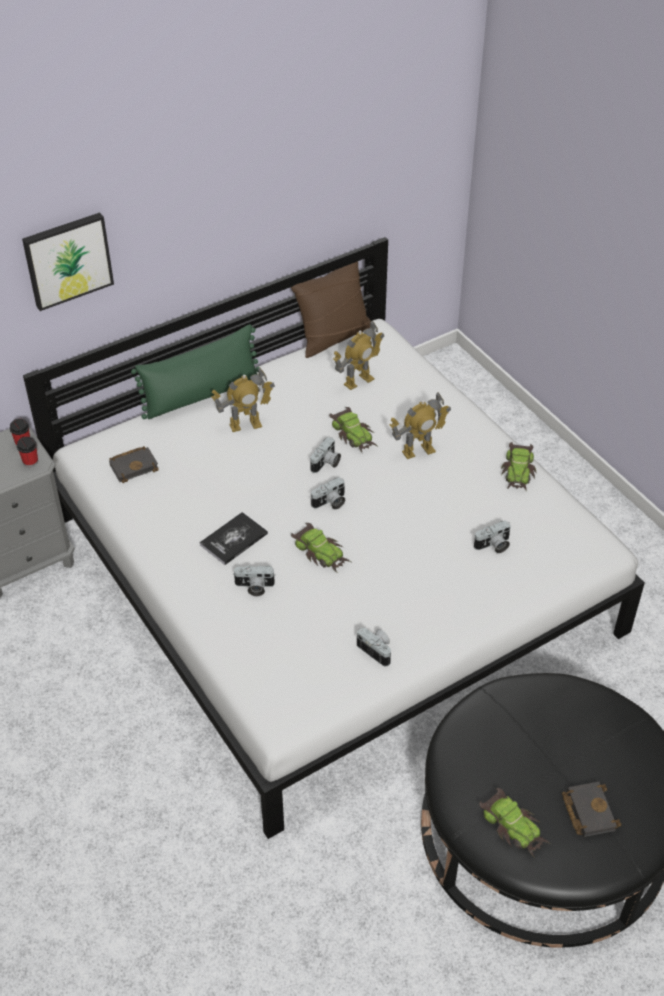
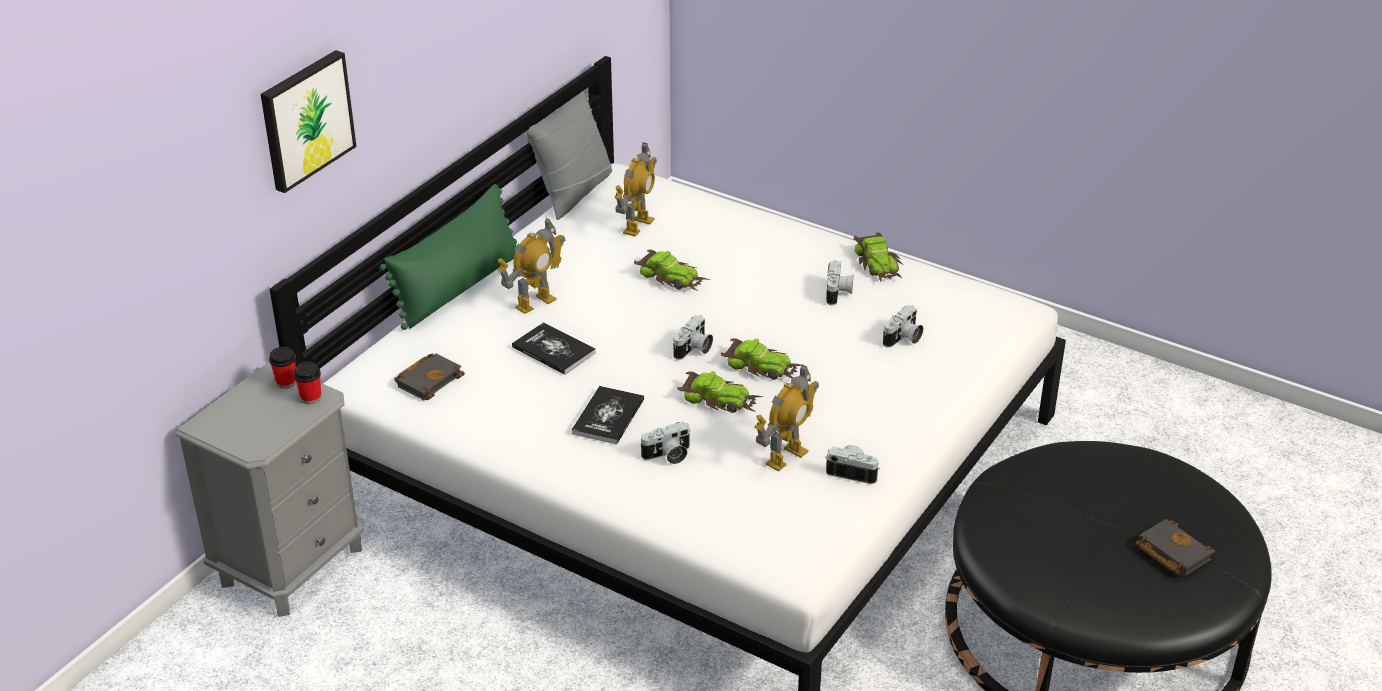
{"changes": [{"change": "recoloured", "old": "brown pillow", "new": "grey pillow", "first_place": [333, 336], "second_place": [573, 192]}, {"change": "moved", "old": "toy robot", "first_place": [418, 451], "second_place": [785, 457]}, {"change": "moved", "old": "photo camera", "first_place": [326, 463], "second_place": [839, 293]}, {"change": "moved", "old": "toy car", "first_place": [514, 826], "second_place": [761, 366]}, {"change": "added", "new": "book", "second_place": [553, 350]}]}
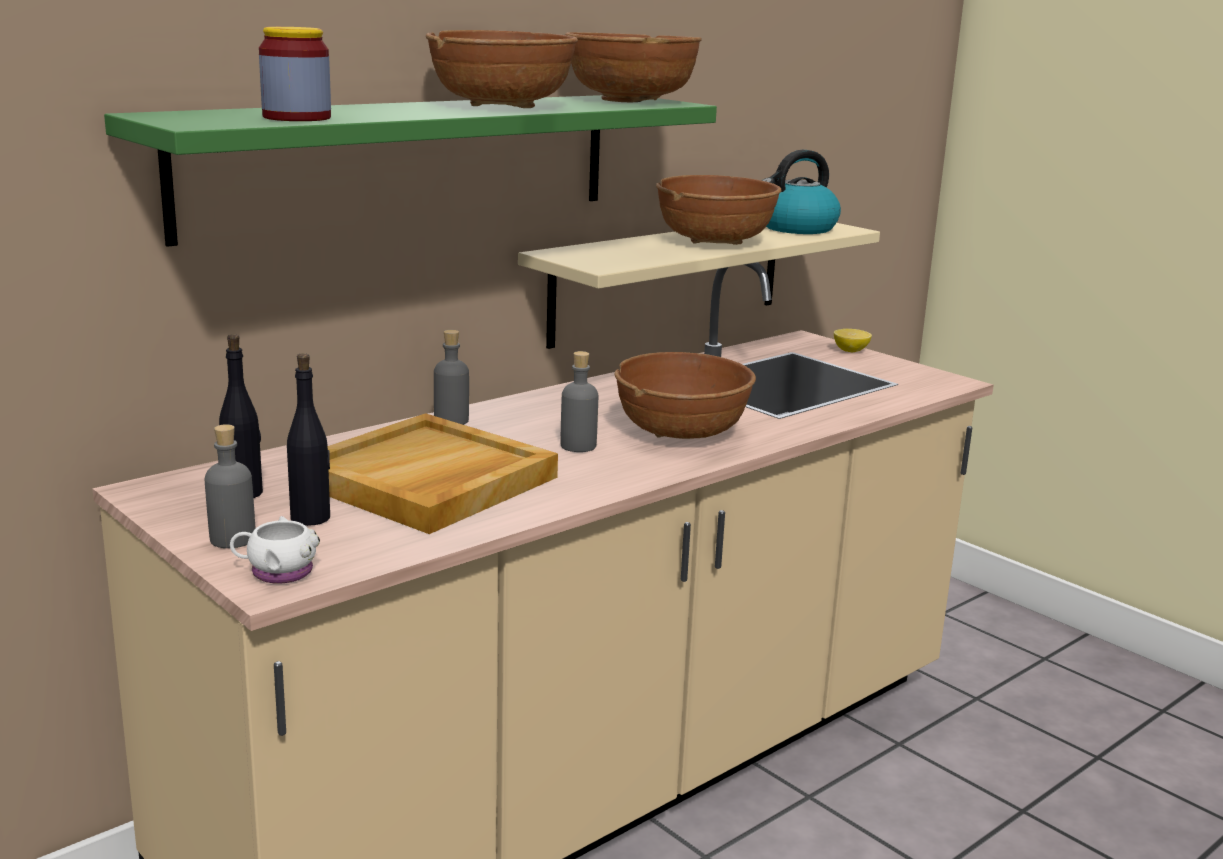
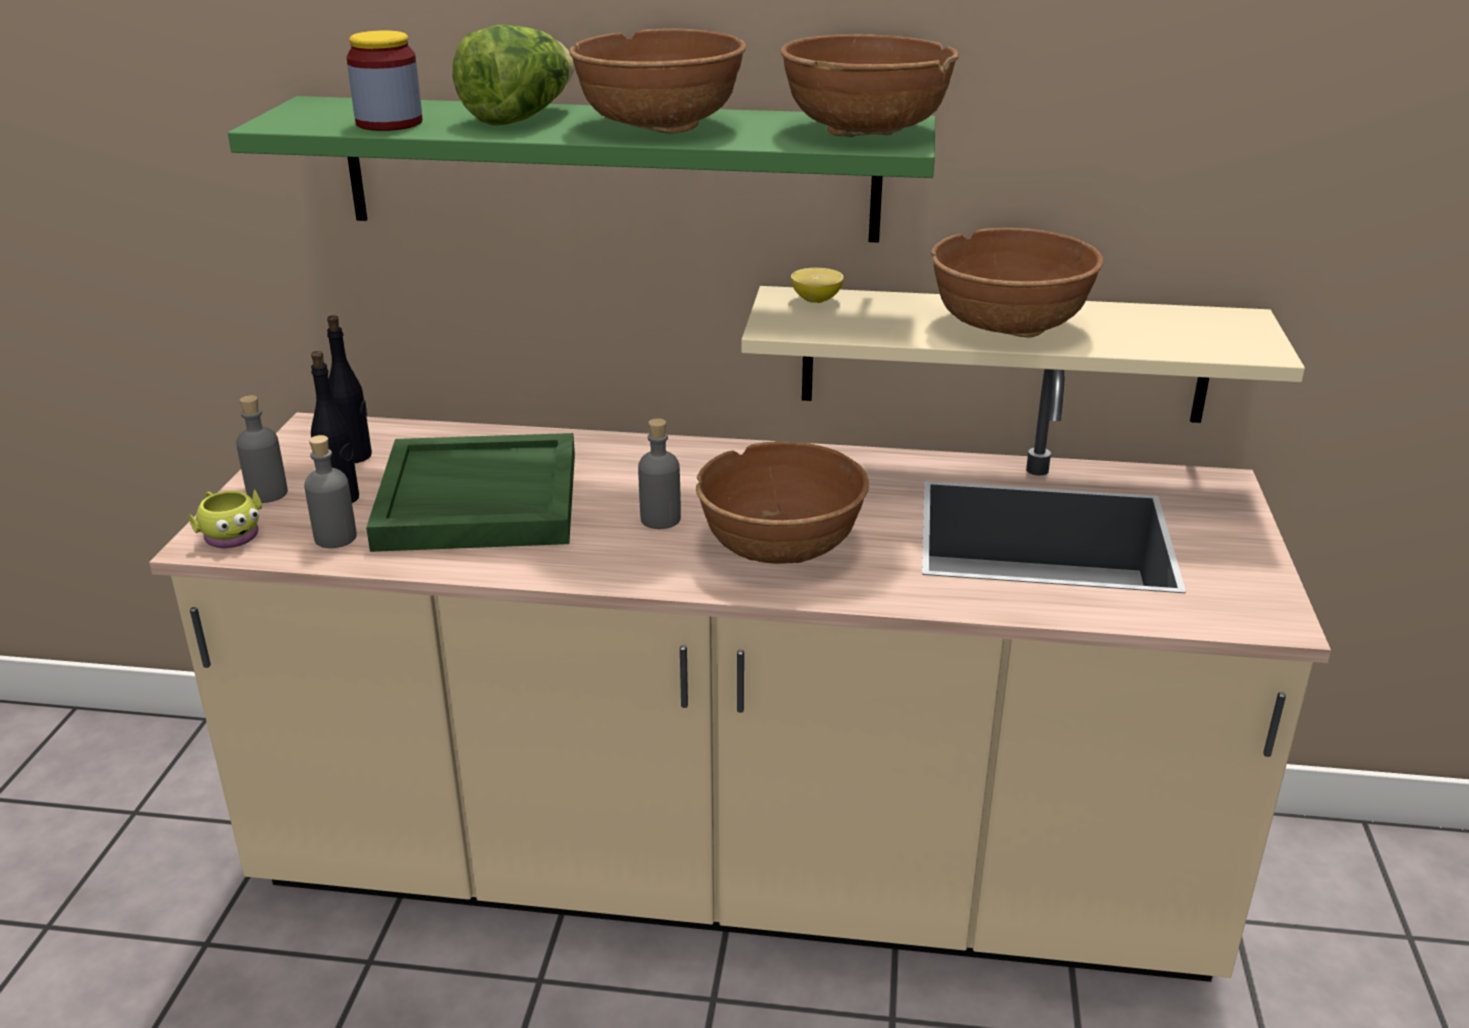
{"changes": [{"change": "removed", "old": "kettle", "first_place": [796, 228]}, {"change": "moved", "old": "lemon", "first_place": [850, 350], "second_place": [816, 300]}, {"change": "moved", "old": "grey bottle", "first_place": [451, 420], "second_place": [335, 538]}, {"change": "recoloured", "old": "beige tray", "new": "green tray", "first_place": [427, 481], "second_place": [476, 501]}, {"change": "recoloured", "old": "white mug", "new": "yellow mug", "first_place": [276, 572], "second_place": [229, 534]}, {"change": "added", "new": "lettuce", "second_place": [519, 118]}]}
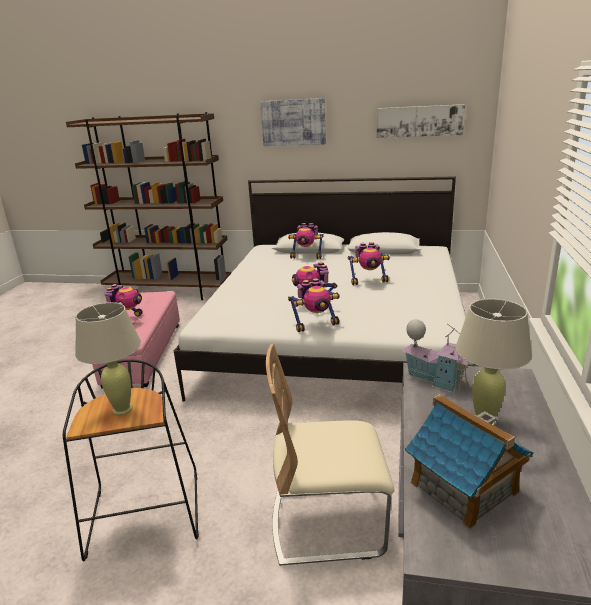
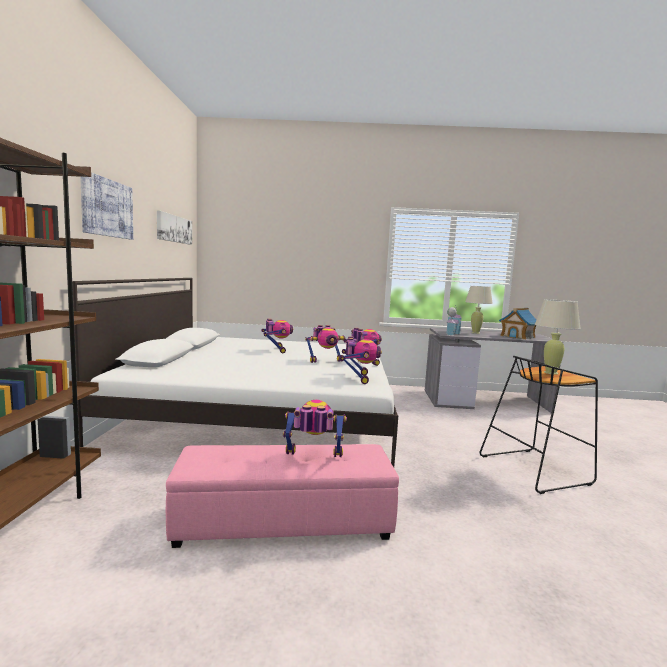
{"changes": [{"change": "moved", "old": "toy robot", "first_place": [307, 257], "second_place": [358, 378]}, {"change": "removed", "old": "beige chair", "first_place": [328, 523]}]}
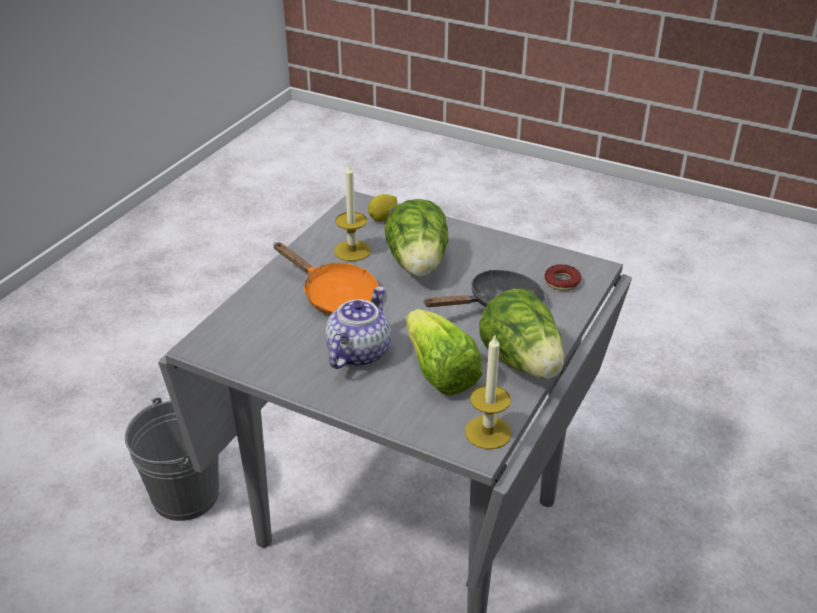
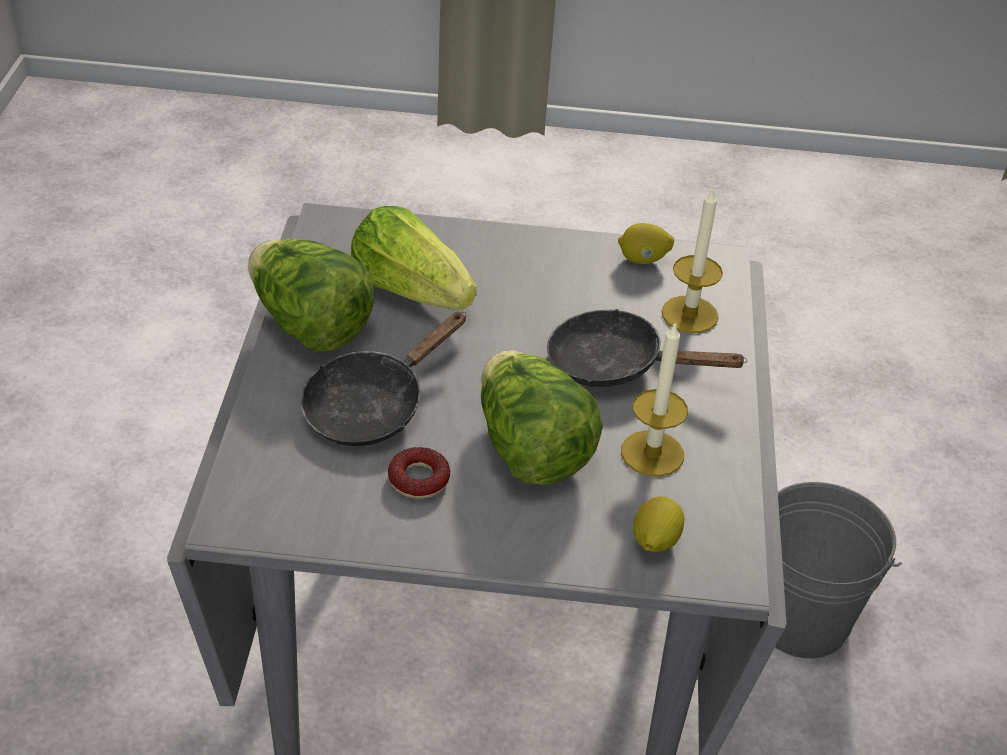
{"changes": [{"change": "recoloured", "old": "orange frying pan", "new": "black frying pan", "first_place": [334, 296], "second_place": [615, 365]}, {"change": "moved", "old": "donut", "first_place": [562, 282], "second_place": [419, 479]}, {"change": "removed", "old": "teapot", "first_place": [358, 352]}, {"change": "moved", "old": "candle", "first_place": [488, 432], "second_place": [689, 314]}, {"change": "added", "new": "lemon", "second_place": [643, 260]}]}
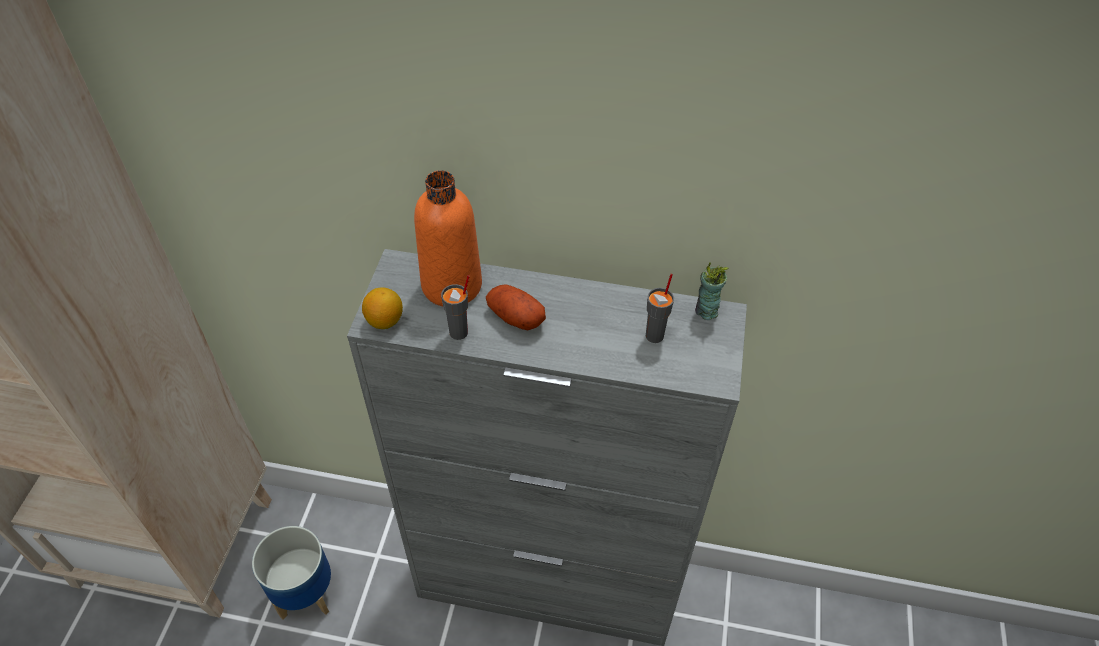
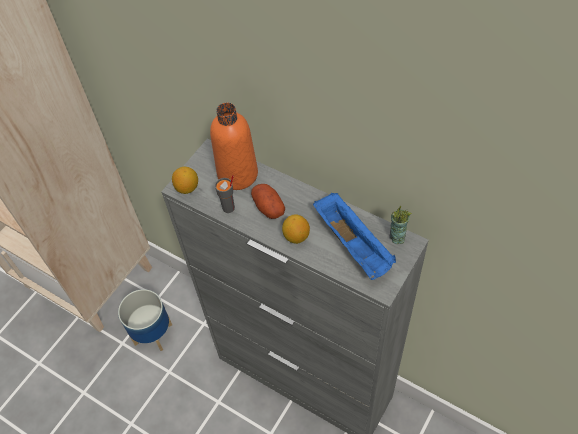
{"changes": [{"change": "replaced", "old": "grey cup", "new": "blue tray", "first_place": [655, 335], "second_place": [354, 245]}, {"change": "added", "new": "lemon", "second_place": [296, 236]}]}
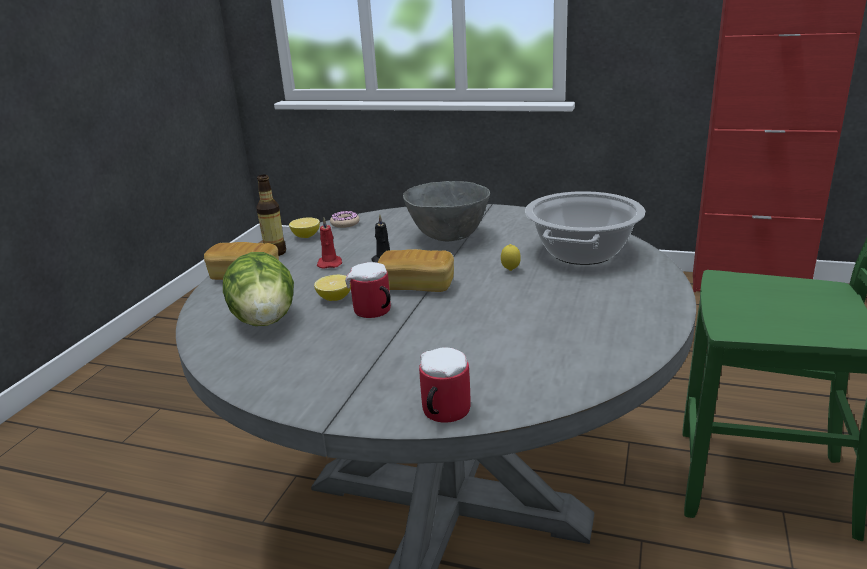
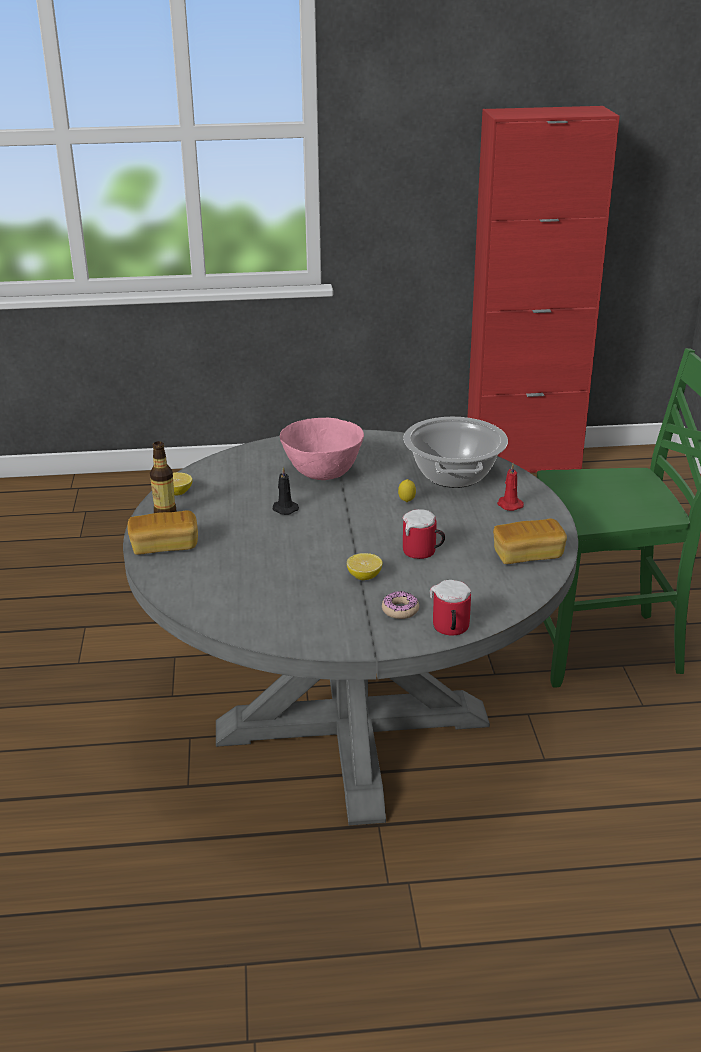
{"changes": [{"change": "recoloured", "old": "grey bowl", "new": "pink bowl", "first_place": [449, 237], "second_place": [323, 474]}, {"change": "moved", "old": "donut", "first_place": [345, 223], "second_place": [400, 610]}, {"change": "moved", "old": "red candle", "first_place": [330, 263], "second_place": [509, 505]}, {"change": "moved", "old": "bread", "first_place": [417, 286], "second_place": [527, 555]}, {"change": "removed", "old": "lettuce", "first_place": [265, 320]}, {"change": "moved", "old": "mug", "first_place": [374, 313], "second_place": [423, 553]}, {"change": "moved", "old": "lemon", "first_place": [335, 298], "second_place": [364, 577]}]}
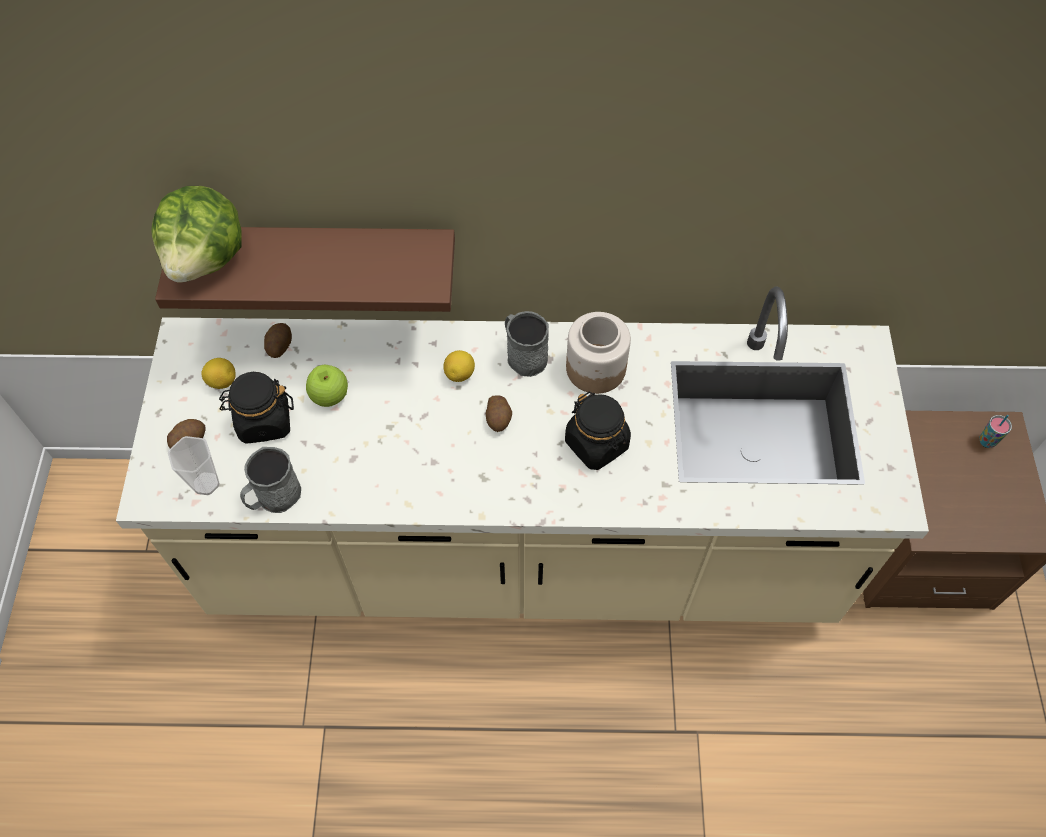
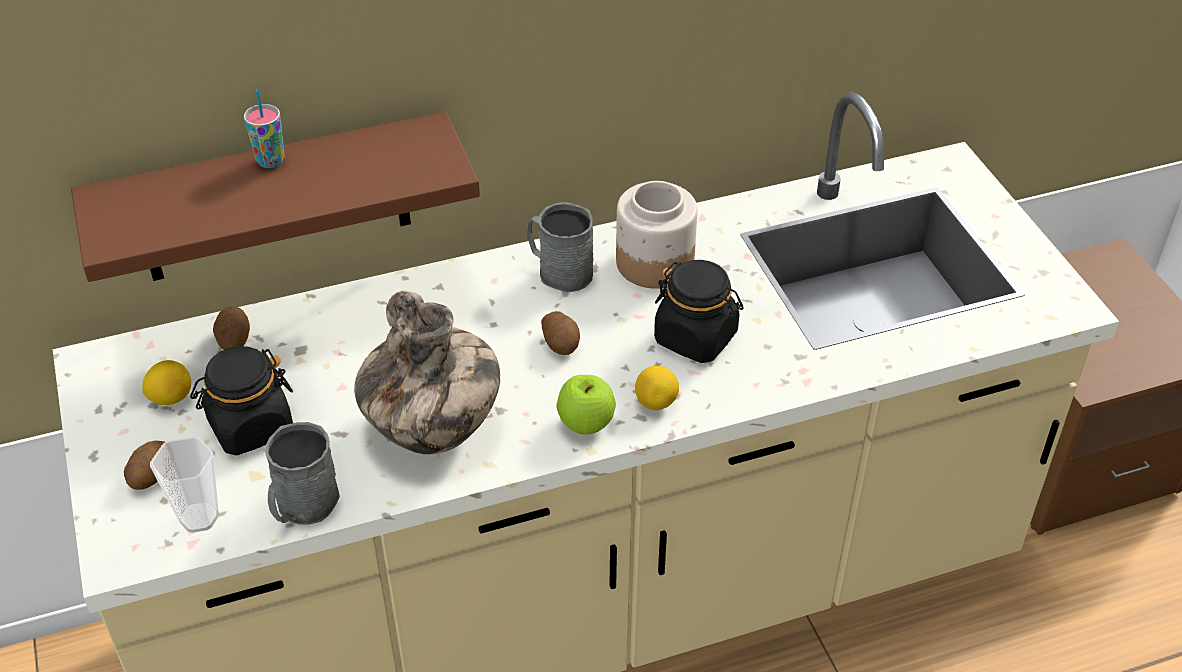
{"changes": [{"change": "removed", "old": "lettuce", "first_place": [207, 259]}, {"change": "moved", "old": "lemon", "first_place": [460, 374], "second_place": [656, 402]}, {"change": "moved", "old": "apple", "first_place": [330, 396], "second_place": [586, 423]}, {"change": "moved", "old": "cup", "first_place": [987, 441], "second_place": [270, 161]}, {"change": "added", "new": "vase", "second_place": [433, 430]}]}
